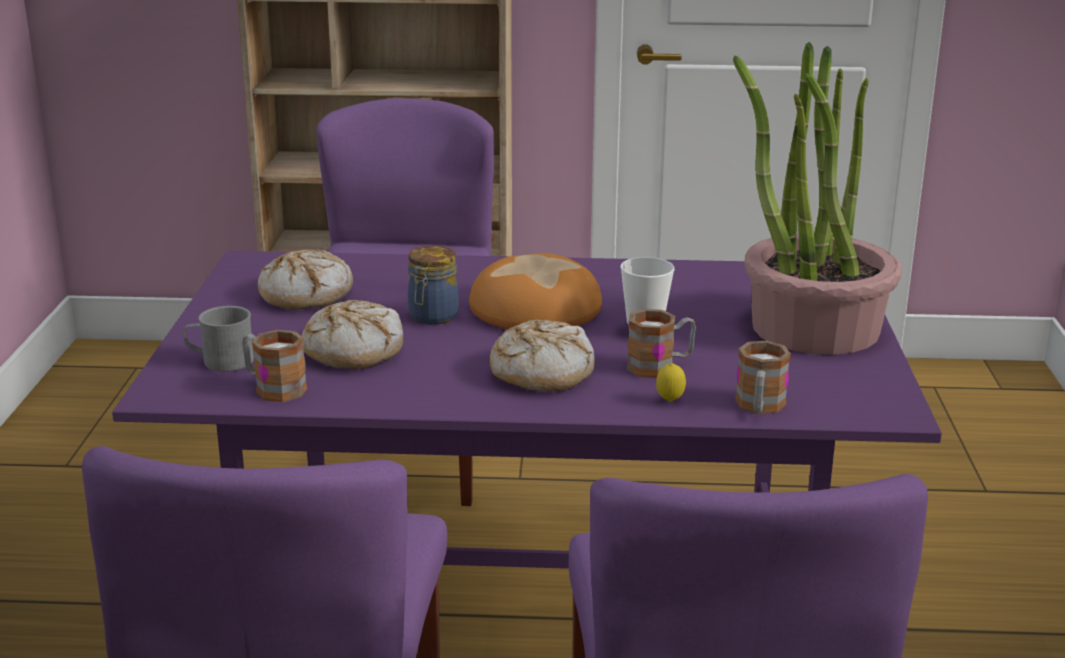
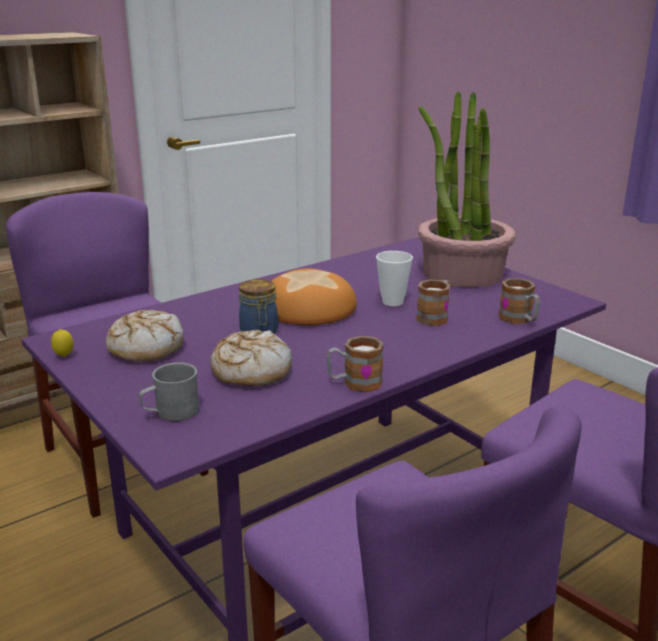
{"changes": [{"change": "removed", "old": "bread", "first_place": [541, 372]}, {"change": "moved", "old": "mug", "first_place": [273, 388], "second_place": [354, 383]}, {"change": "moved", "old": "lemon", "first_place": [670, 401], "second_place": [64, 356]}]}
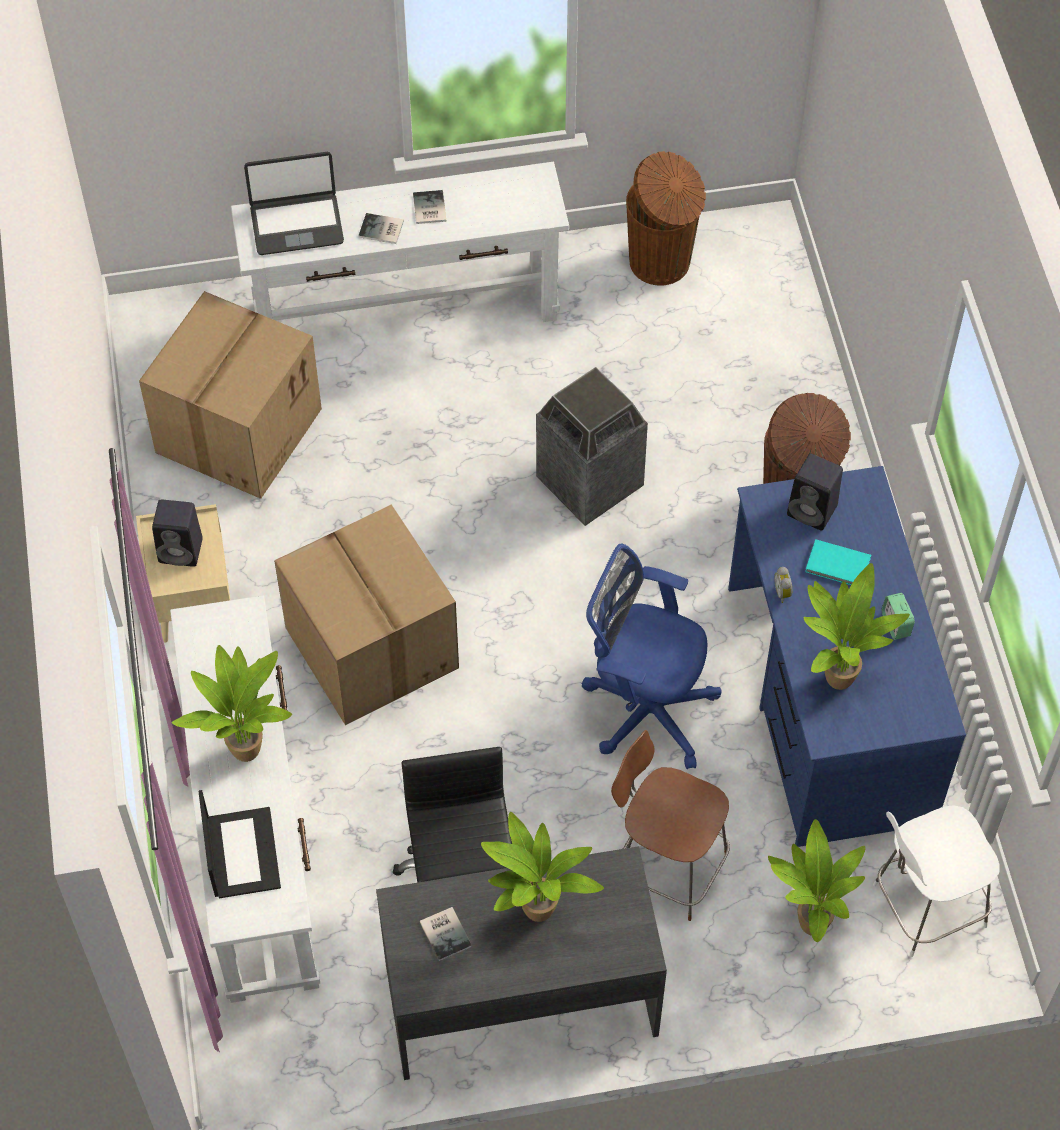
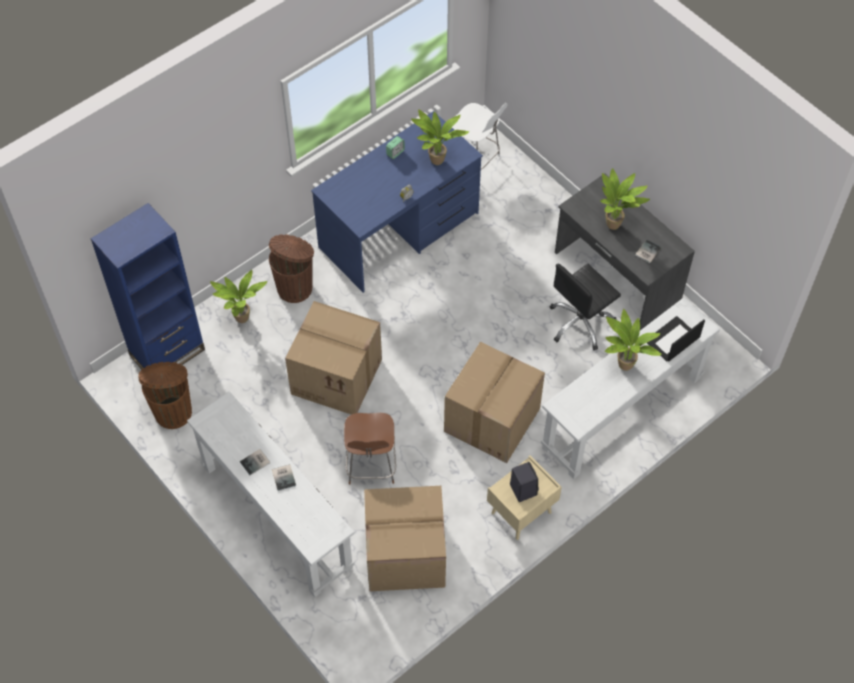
{"changes": [{"change": "removed", "old": "laptop", "first_place": [296, 224]}, {"change": "replaced", "old": "trash can", "new": "cardboard box", "first_place": [589, 483], "second_place": [338, 376]}, {"change": "removed", "old": "black speaker", "first_place": [813, 510]}, {"change": "removed", "old": "turquoise book", "first_place": [838, 566]}, {"change": "removed", "old": "blue office chair", "first_place": [644, 708]}, {"change": "moved", "old": "brown chair", "first_place": [667, 866], "second_place": [371, 466]}, {"change": "moved", "old": "potted plant", "first_place": [808, 924], "second_place": [243, 320]}, {"change": "added", "new": "blue bookcase", "second_place": [167, 352]}]}
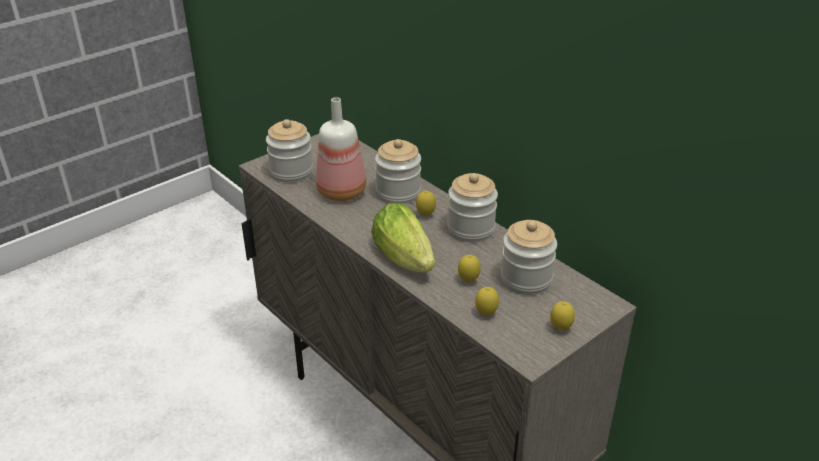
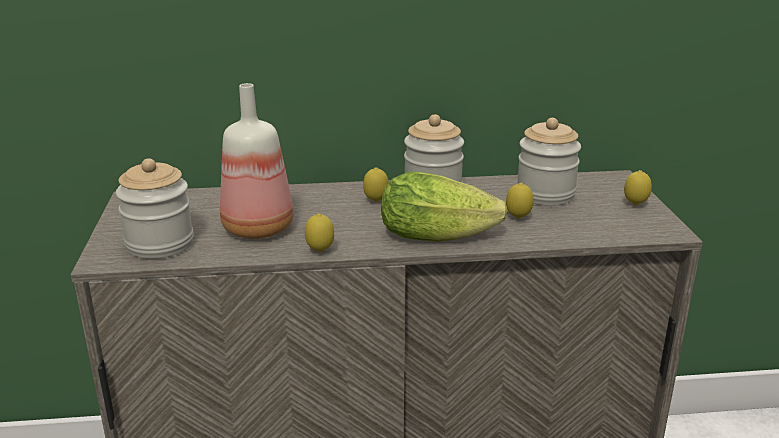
{"changes": [{"change": "removed", "old": "jar", "first_place": [398, 193]}, {"change": "moved", "old": "lemon", "first_place": [486, 314], "second_place": [320, 251]}]}
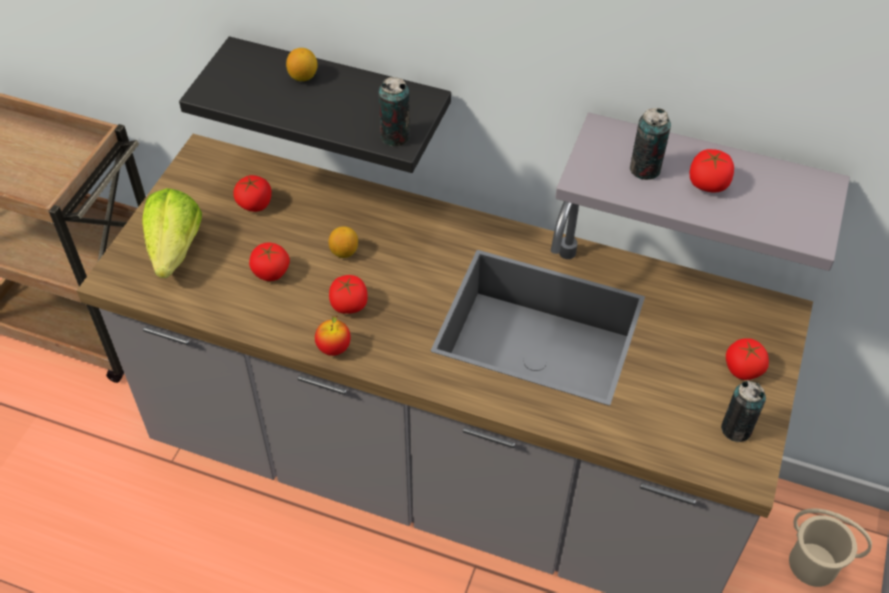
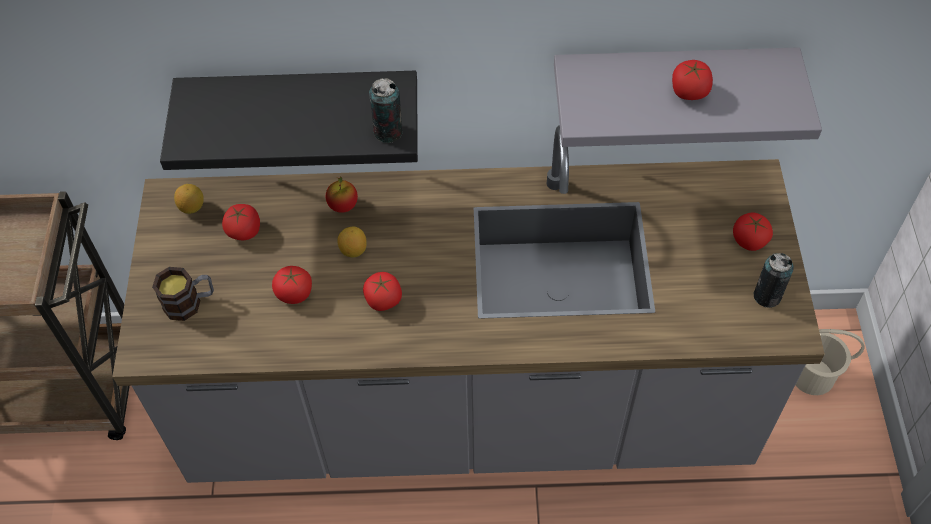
{"changes": [{"change": "moved", "old": "lemon", "first_place": [303, 77], "second_place": [192, 207]}, {"change": "removed", "old": "can", "first_place": [645, 169]}, {"change": "replaced", "old": "lettuce", "new": "mug", "first_place": [175, 250], "second_place": [190, 303]}, {"change": "moved", "old": "apple", "first_place": [334, 348], "second_place": [343, 206]}]}
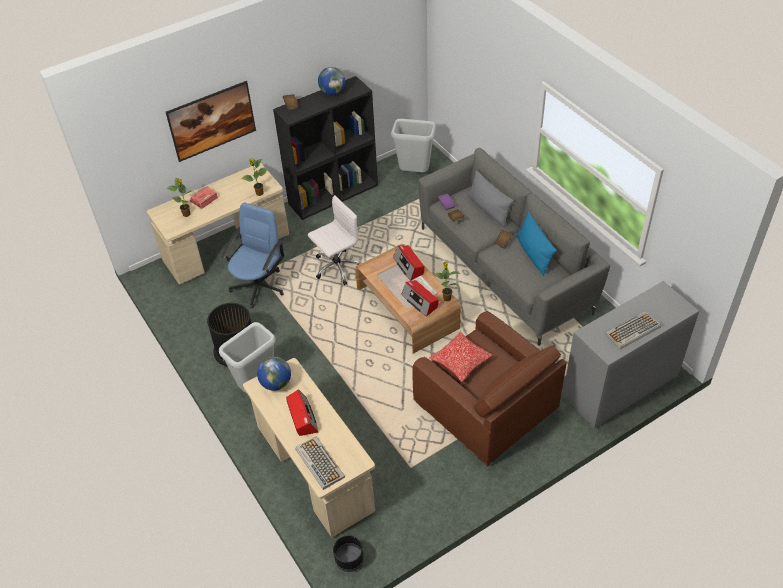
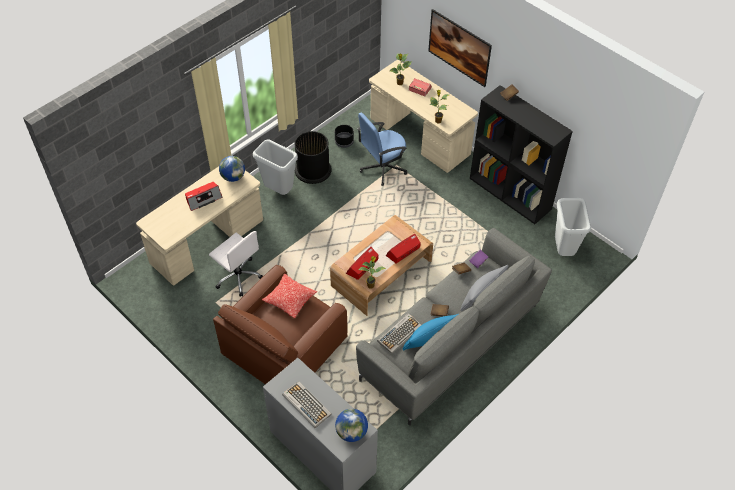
{"changes": [{"change": "moved", "old": "globe", "first_place": [332, 92], "second_place": [351, 432]}, {"change": "moved", "old": "white office chair", "first_place": [336, 268], "second_place": [238, 276]}, {"change": "turned", "old": "blue office chair", "first_place": [259, 286], "second_place": [382, 168], "degrees": 135}, {"change": "moved", "old": "keyboard", "first_place": [319, 463], "second_place": [399, 333]}, {"change": "moved", "old": "black planter", "first_place": [349, 559], "second_place": [344, 142]}]}
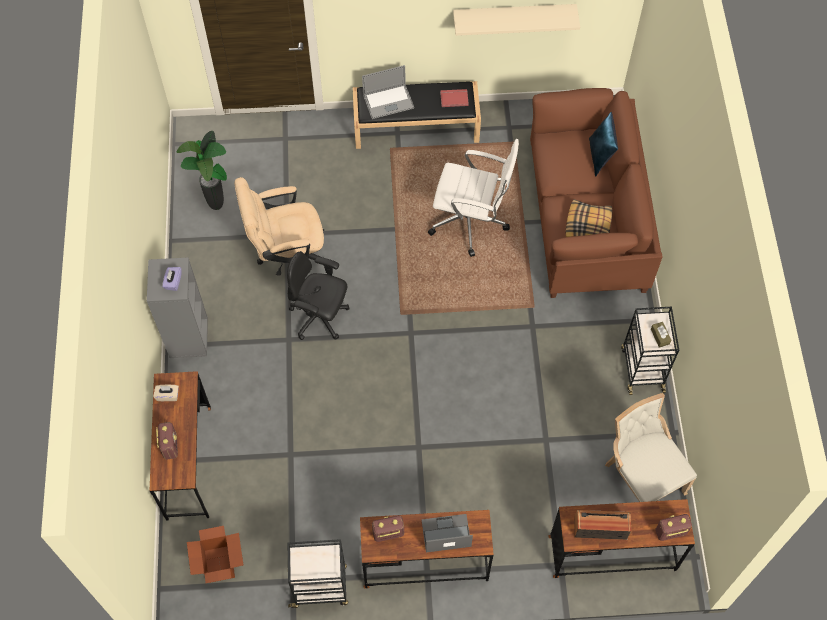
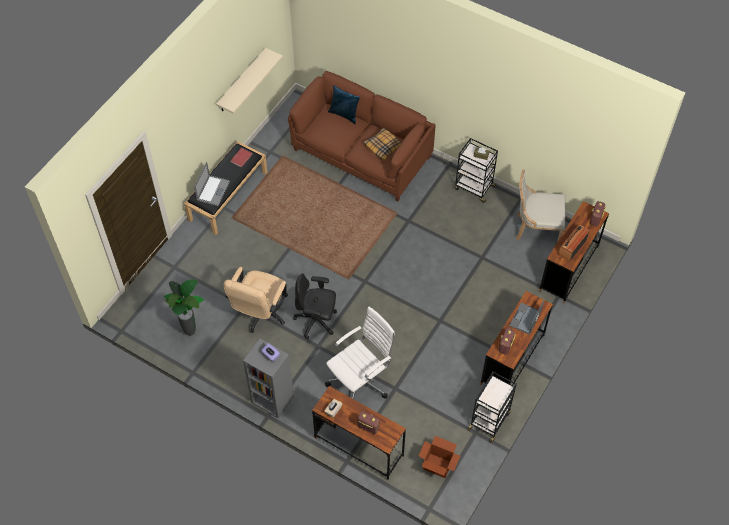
{"changes": [{"change": "moved", "old": "white office chair", "first_place": [471, 222], "second_place": [360, 381]}, {"change": "turned", "old": "black office chair", "first_place": [320, 317], "second_place": [316, 321], "degrees": 45}]}
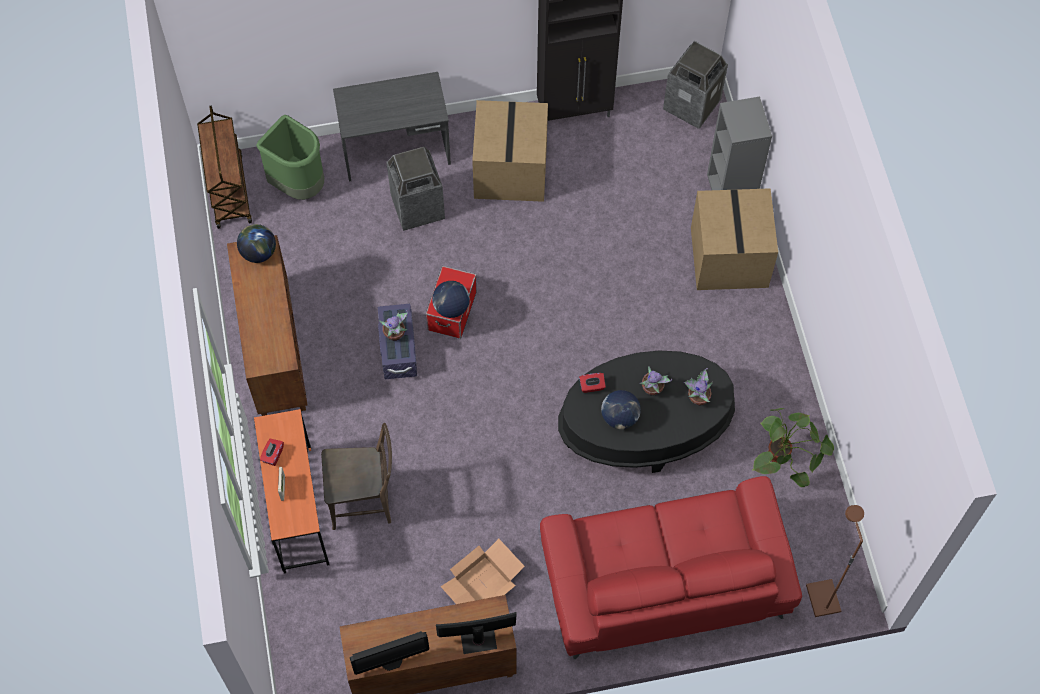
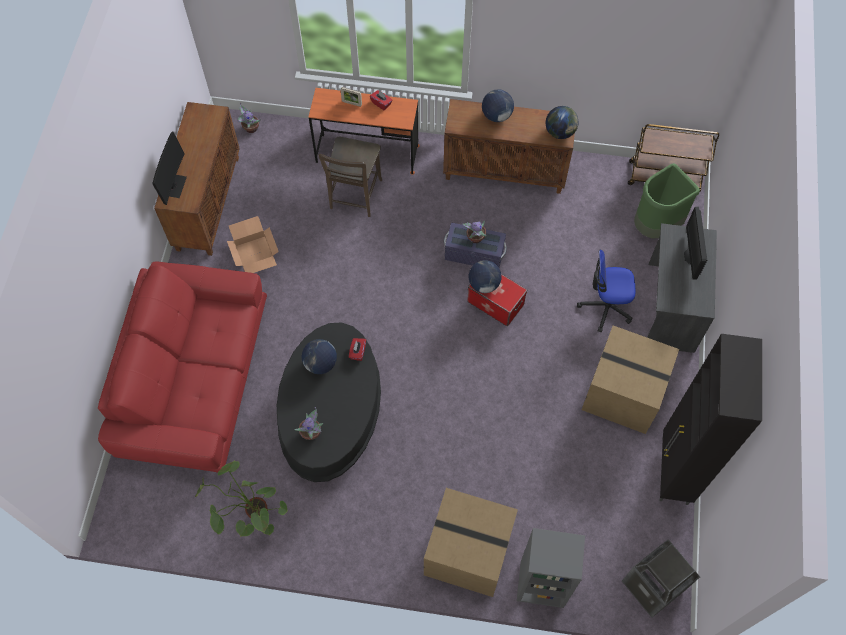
{"changes": [{"change": "replaced", "old": "trash can", "new": "office chair", "first_place": [417, 208], "second_place": [605, 306]}, {"change": "moved", "old": "potted plant", "first_place": [652, 389], "second_place": [250, 128]}, {"change": "removed", "old": "brown floor lamp", "first_place": [821, 598]}, {"change": "moved", "old": "monitor", "first_place": [391, 660], "second_place": [691, 256]}, {"change": "added", "new": "globe", "second_place": [496, 115]}]}
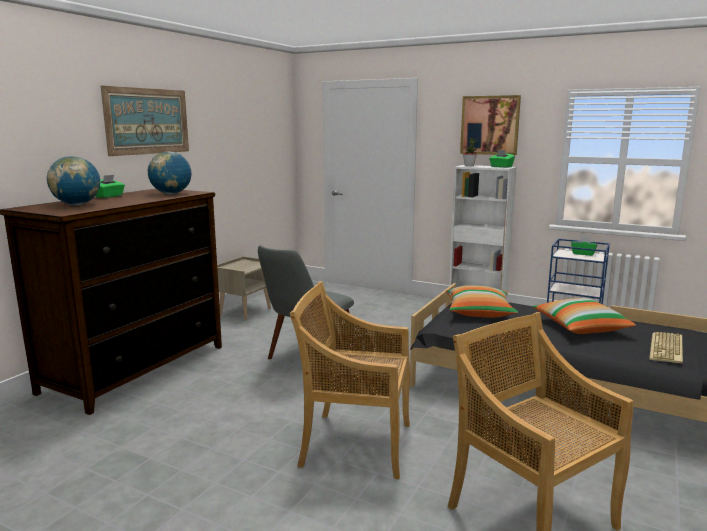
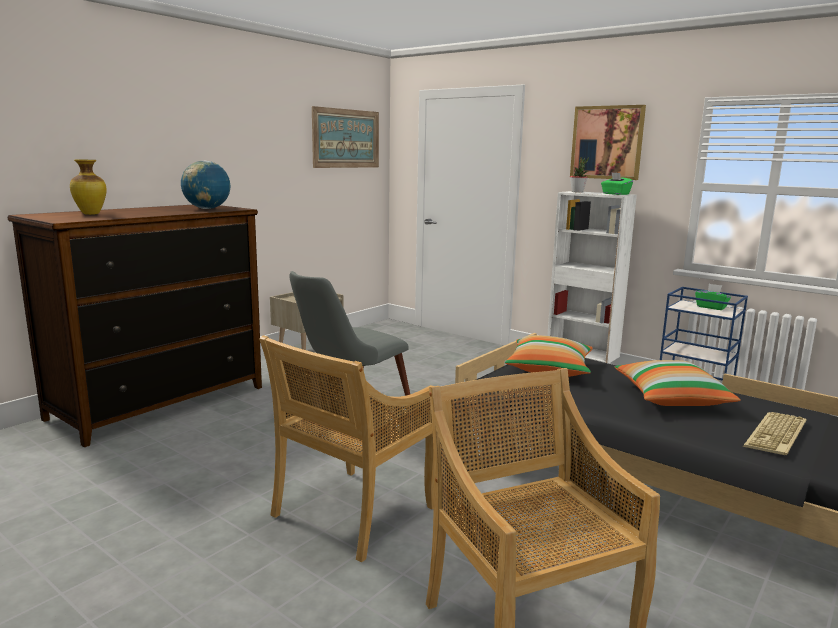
{"changes": [{"change": "moved", "old": "picture", "first_place": [147, 121], "second_place": [346, 138]}, {"change": "replaced", "old": "globe", "new": "vase", "first_place": [77, 204], "second_place": [90, 214]}, {"change": "removed", "old": "green tissue box", "first_place": [109, 196]}, {"change": "turned", "old": "beige chair", "first_place": [354, 444], "second_place": [352, 513], "degrees": -75}]}
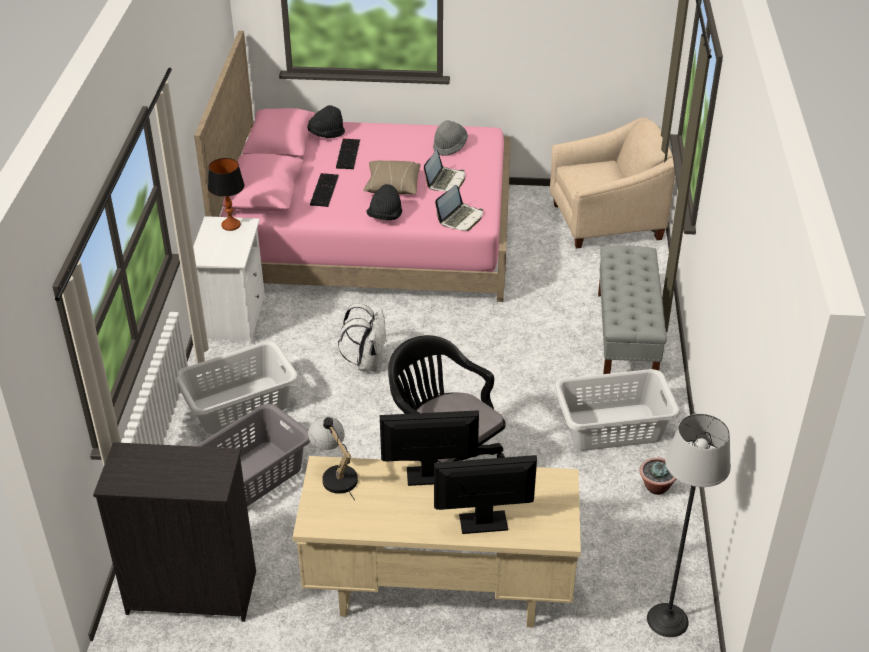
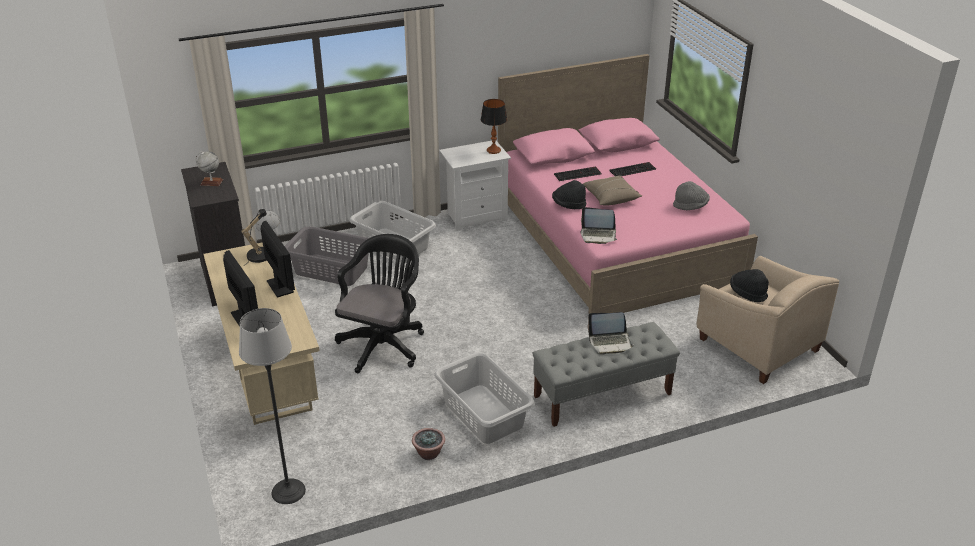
{"changes": [{"change": "moved", "old": "black hat", "first_place": [326, 134], "second_place": [747, 293]}, {"change": "moved", "old": "laptop", "first_place": [445, 181], "second_place": [610, 342]}, {"change": "removed", "old": "white backpack", "first_place": [367, 362]}, {"change": "added", "new": "globe", "second_place": [211, 182]}]}
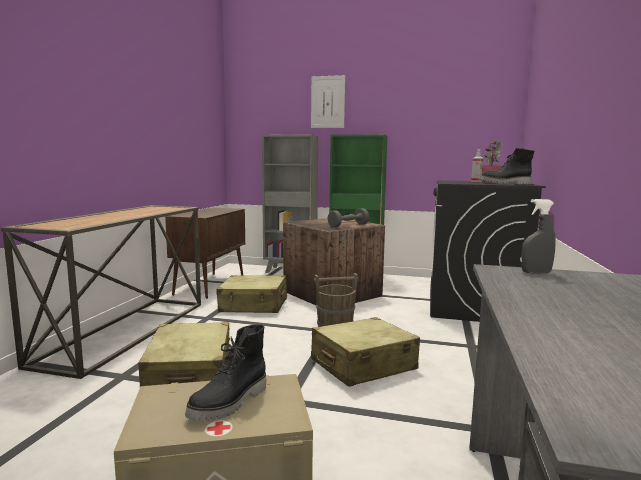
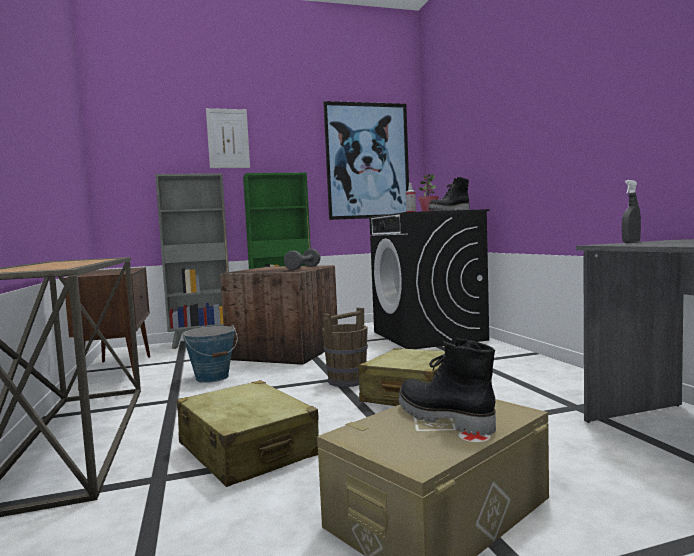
{"changes": [{"change": "replaced", "old": "beige suitcase", "new": "bucket", "first_place": [254, 305], "second_place": [212, 377]}, {"change": "turned", "old": "black boot", "first_place": [230, 403], "second_place": [442, 418], "degrees": 135}, {"change": "added", "new": "picture", "second_place": [367, 161]}]}
